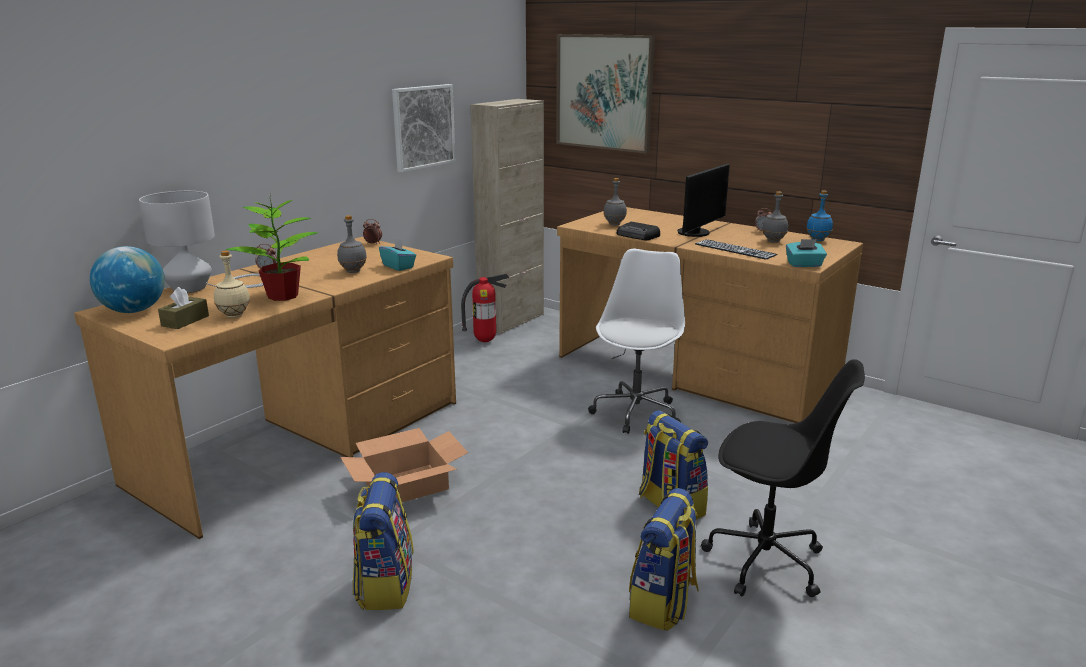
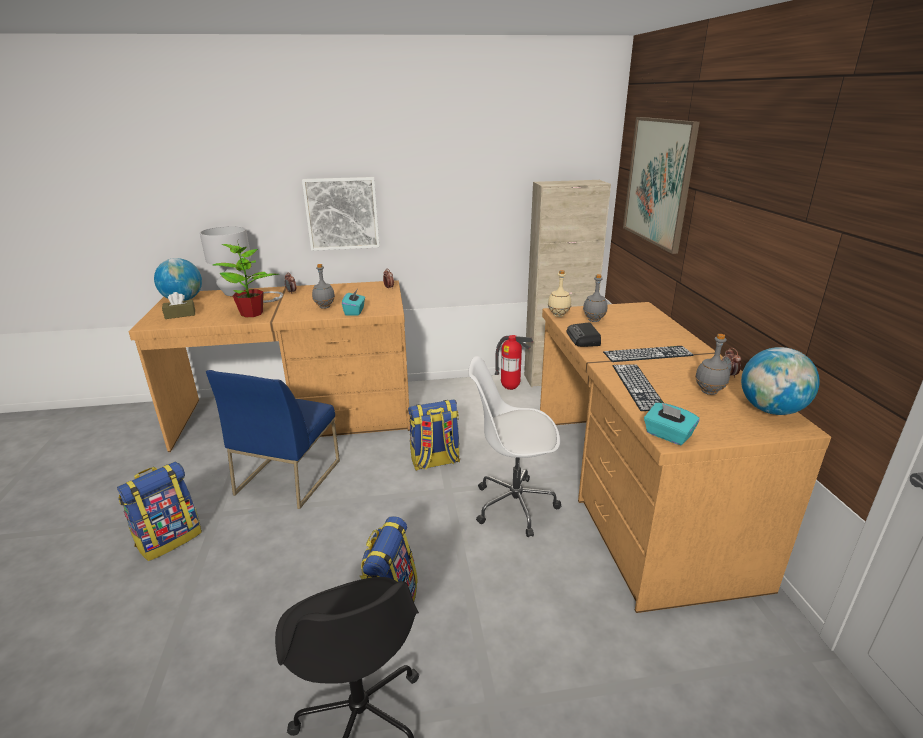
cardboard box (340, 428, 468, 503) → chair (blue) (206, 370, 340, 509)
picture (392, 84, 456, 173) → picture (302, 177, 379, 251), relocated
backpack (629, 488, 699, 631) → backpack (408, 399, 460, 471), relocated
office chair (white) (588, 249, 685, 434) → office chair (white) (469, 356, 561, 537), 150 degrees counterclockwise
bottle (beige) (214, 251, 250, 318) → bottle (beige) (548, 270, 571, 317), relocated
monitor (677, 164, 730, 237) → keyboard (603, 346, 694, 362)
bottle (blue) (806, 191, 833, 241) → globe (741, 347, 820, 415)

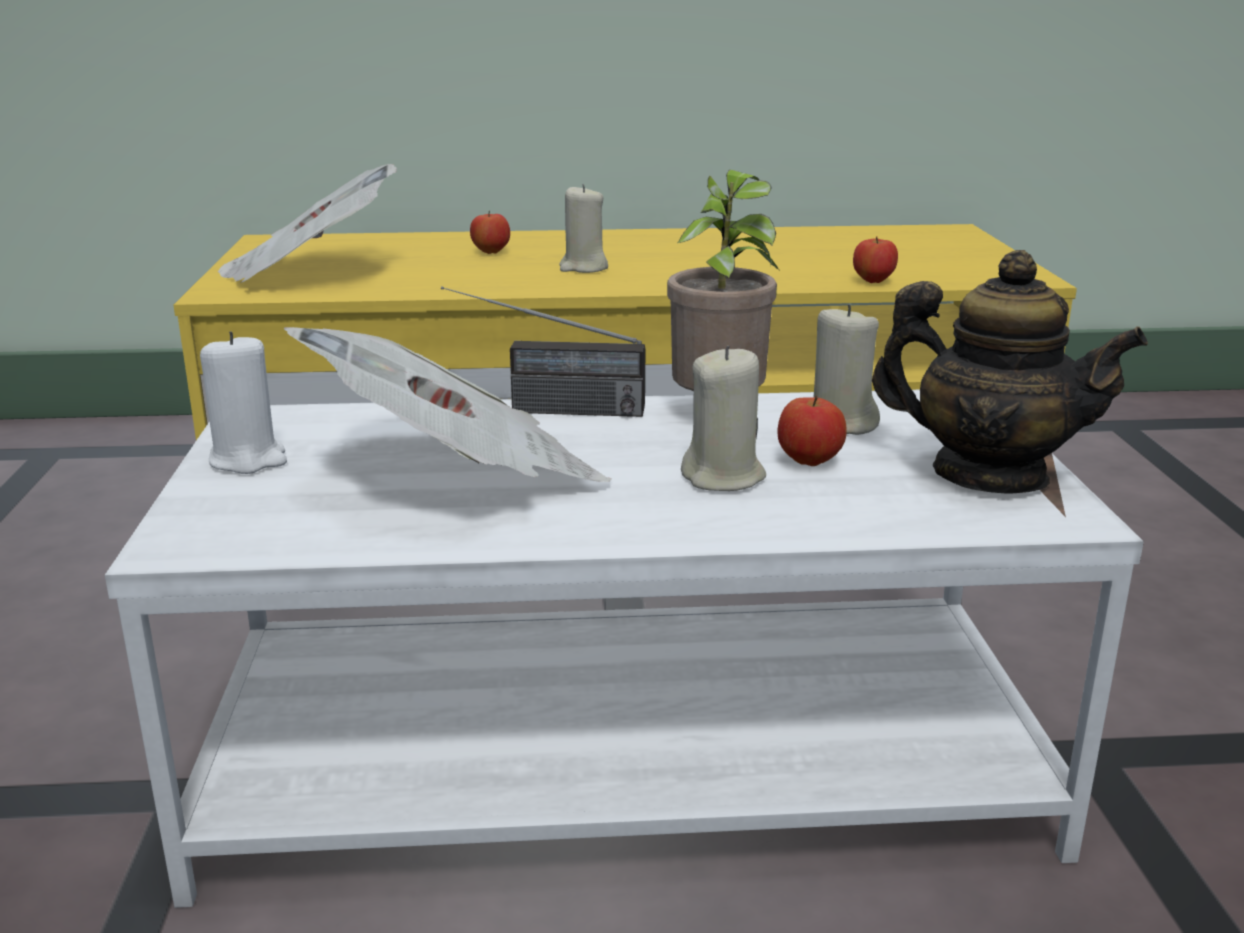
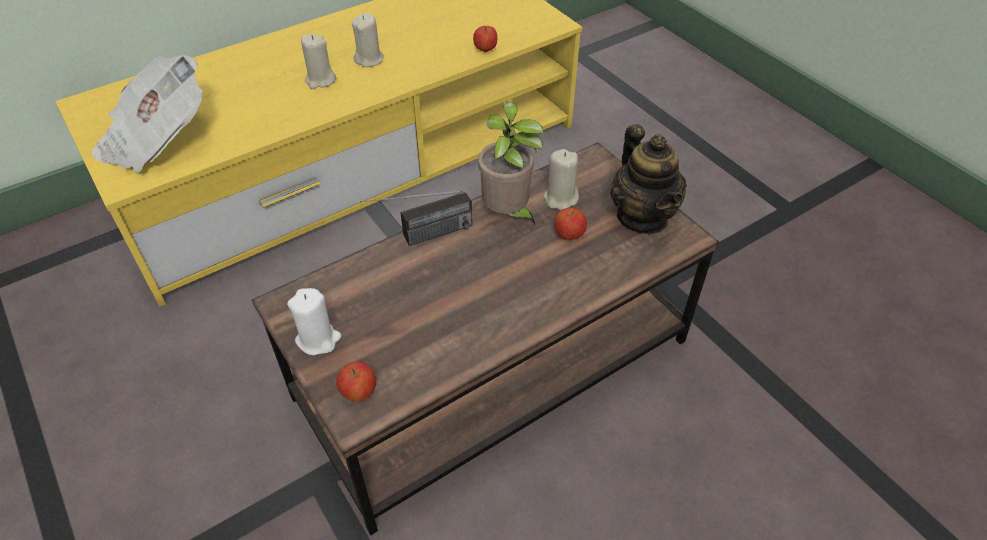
coffee table (white) (105, 390, 1144, 908) → coffee table (brown) (252, 142, 719, 535)
apple (470, 211, 510, 254) → apple (336, 361, 376, 402), relocated
candle (beige) (681, 346, 766, 491) → candle (beige) (352, 13, 384, 67), relocated
teapot (872, 250, 1148, 493) → teapot (610, 124, 687, 234), 75 degrees clockwise
newspaper (284, 327, 612, 482) → -

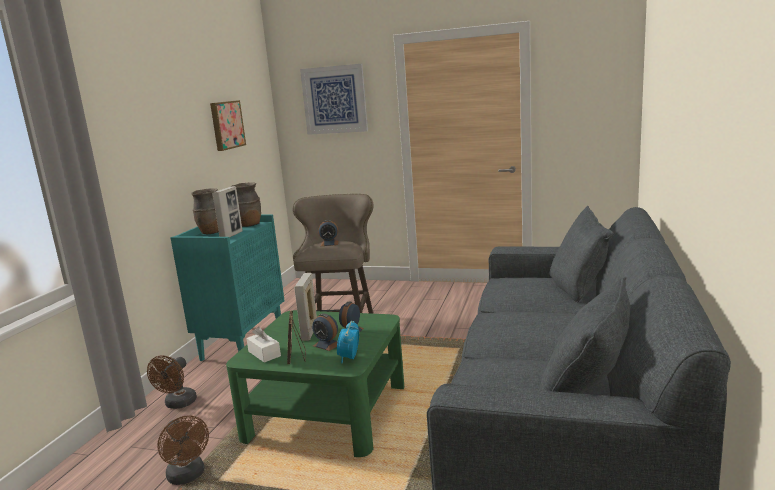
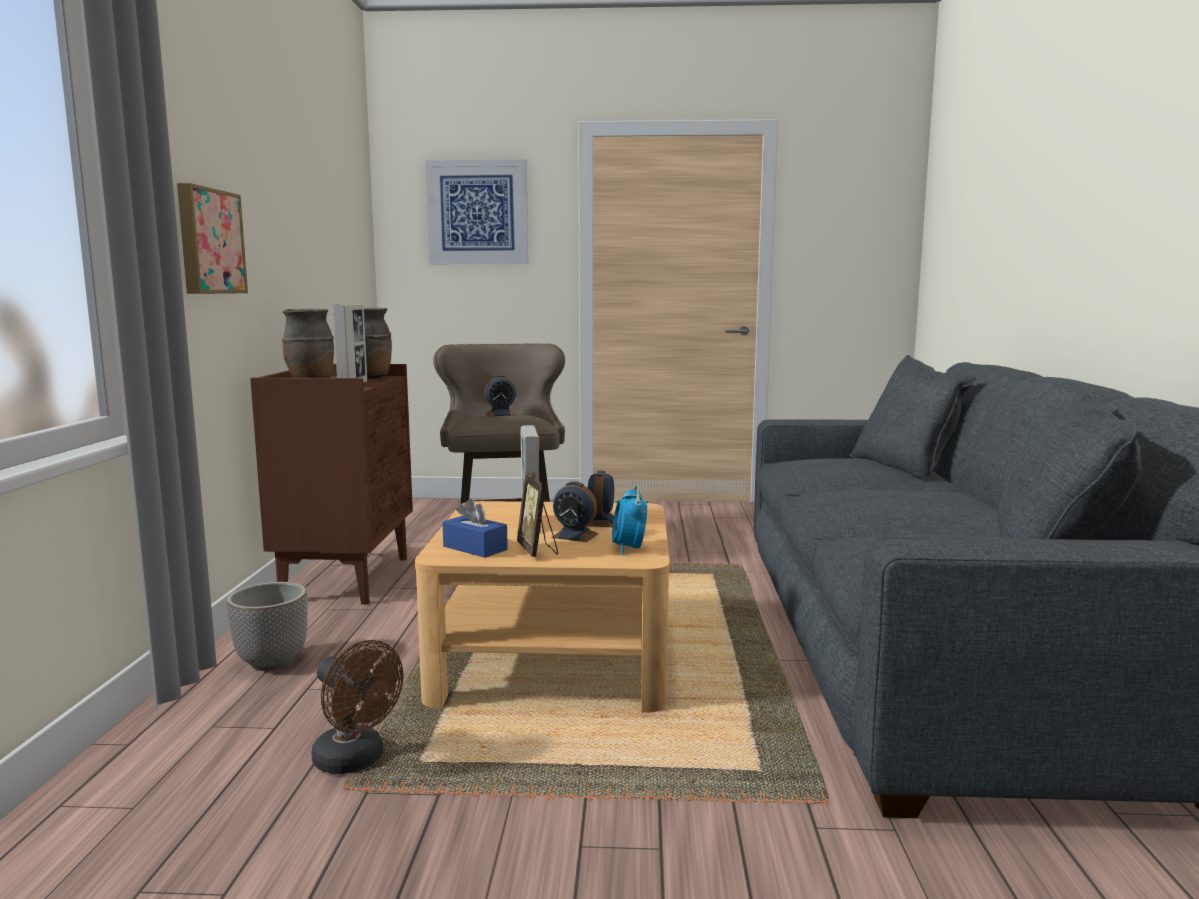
picture (210, 100, 246, 151) → picture (177, 183, 248, 294), relocated
fan (brown) (147, 355, 197, 409) → planter (226, 582, 308, 671)
cabinet (turquoise) (170, 214, 285, 361) → cabinet (brown) (250, 364, 413, 604)
coffee table (green) (226, 310, 404, 457) → coffee table (beige) (415, 501, 670, 713)
tissue box (white) (246, 327, 281, 363) → tissue box (blue) (442, 499, 508, 558)

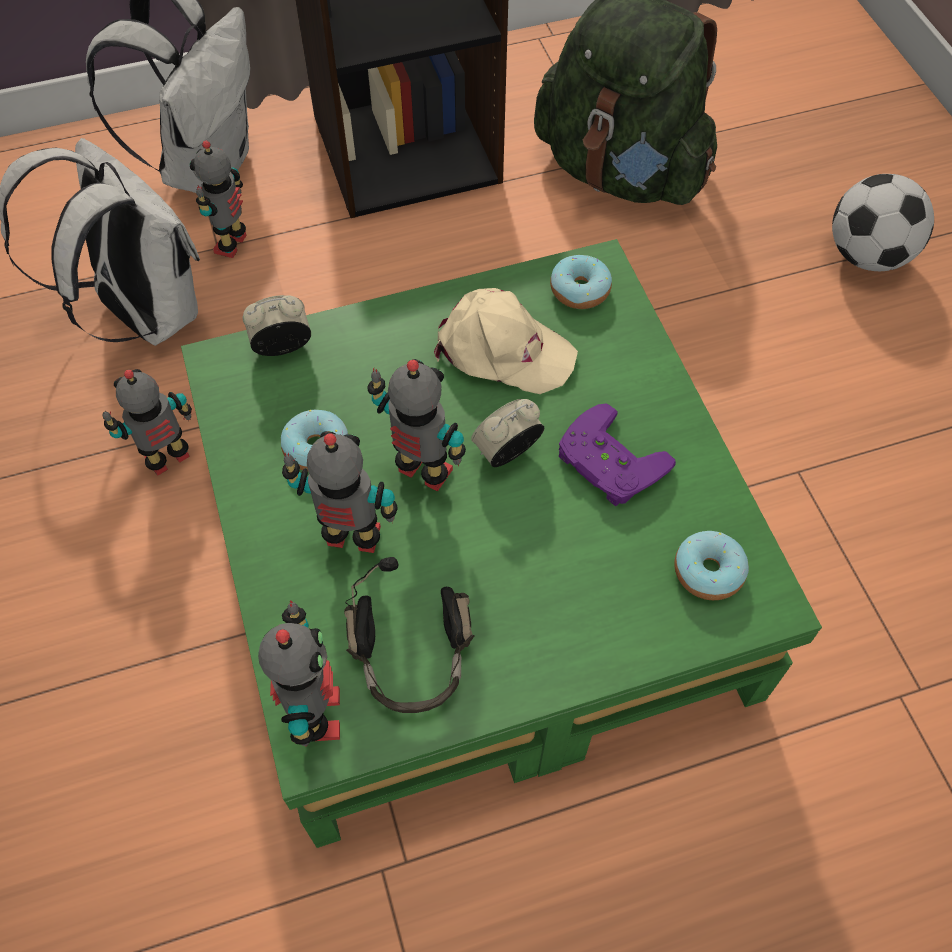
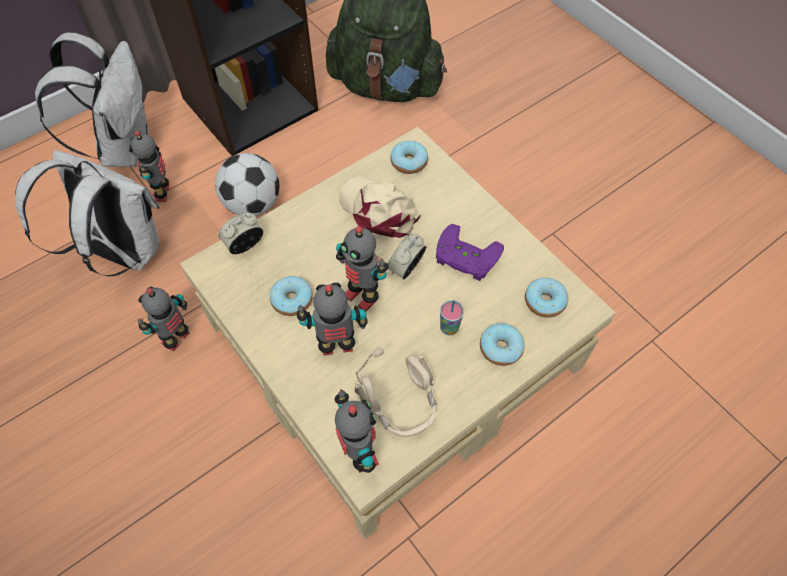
coffee table (green) (181, 239, 822, 848) → coffee table (beige) (180, 127, 616, 539)
football (832, 174, 934, 271) → football (215, 153, 279, 216), relocated
toy robot (367, 359, 466, 491) → toy robot (336, 226, 388, 312), 150 degrees counterclockwise
cap (beige) (434, 288, 578, 394) → cap (beige) (339, 176, 421, 238), 135 degrees counterclockwise
headphones (black) (344, 557, 475, 713) → headphones (beige) (355, 347, 436, 437)
- → cup (440, 300, 464, 335)
- → donut (480, 323, 525, 366)

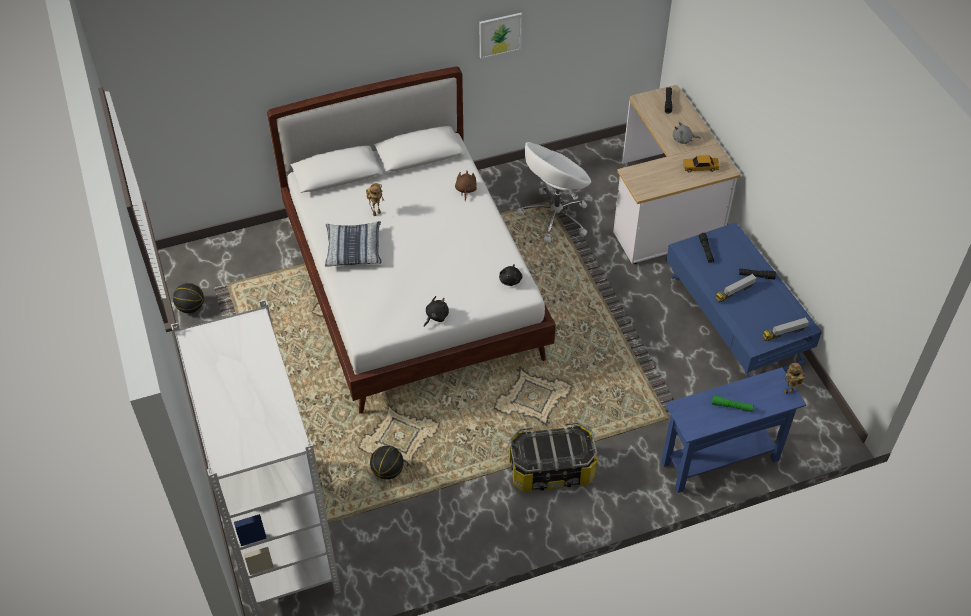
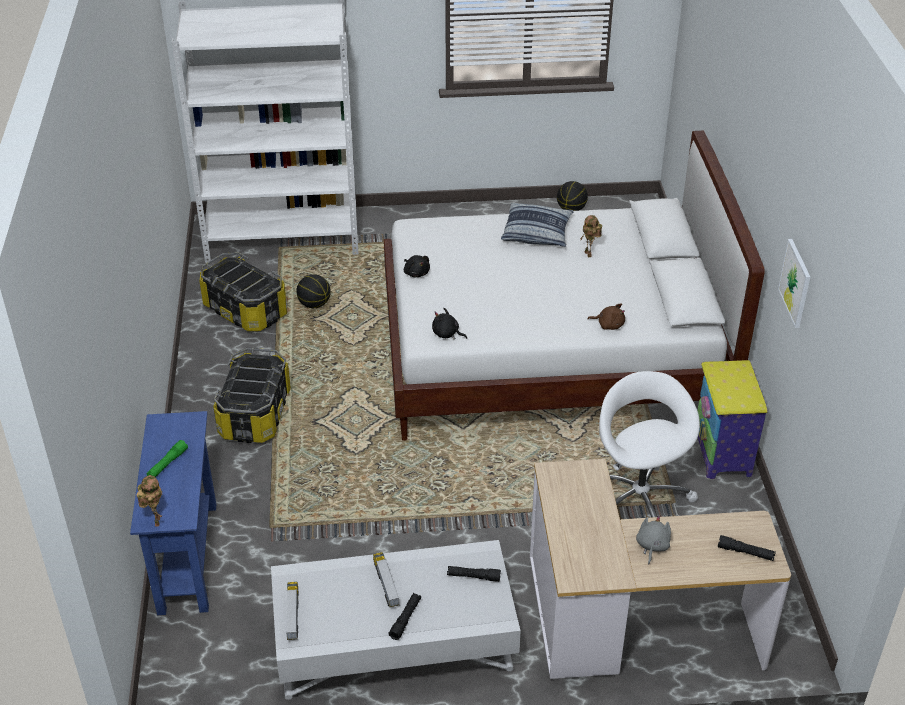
- → storage box (199, 252, 287, 332)
coffee table (blue) (666, 222, 822, 378) → coffee table (white) (271, 540, 520, 700)
- → nightstand (697, 360, 768, 479)
toy car (683, 155, 720, 172) → -

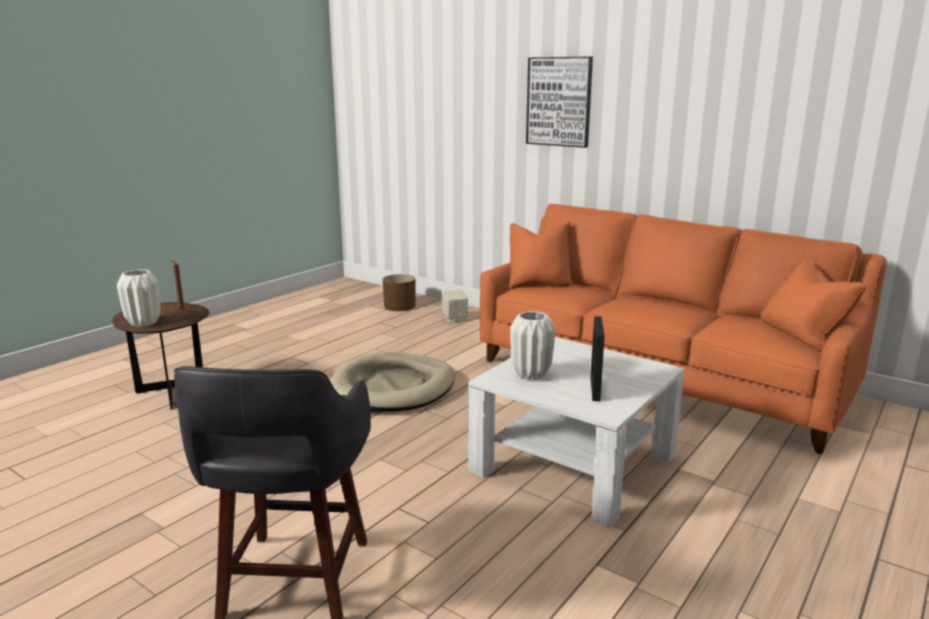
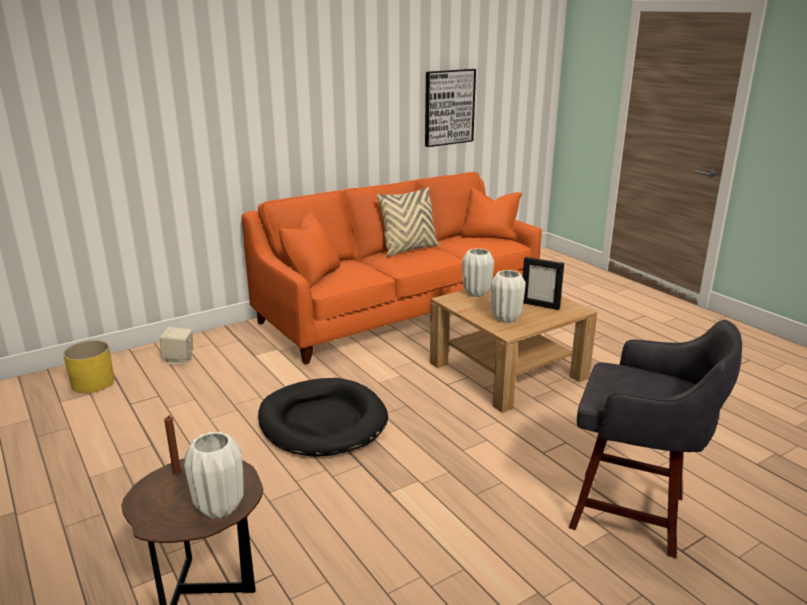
planter (brown) (383, 274, 416, 311) → planter (yellow) (63, 340, 114, 393)
dog bed (beige) (330, 352, 455, 412) → dog bed (black) (258, 378, 388, 456)
- → pillow (beige) (377, 187, 439, 257)
picture (526, 57, 593, 148) → picture (425, 69, 476, 147), relocated
coffee table (white) (469, 337, 685, 528) → coffee table (brown) (430, 288, 597, 413)
- → vase (white) (462, 248, 494, 297)

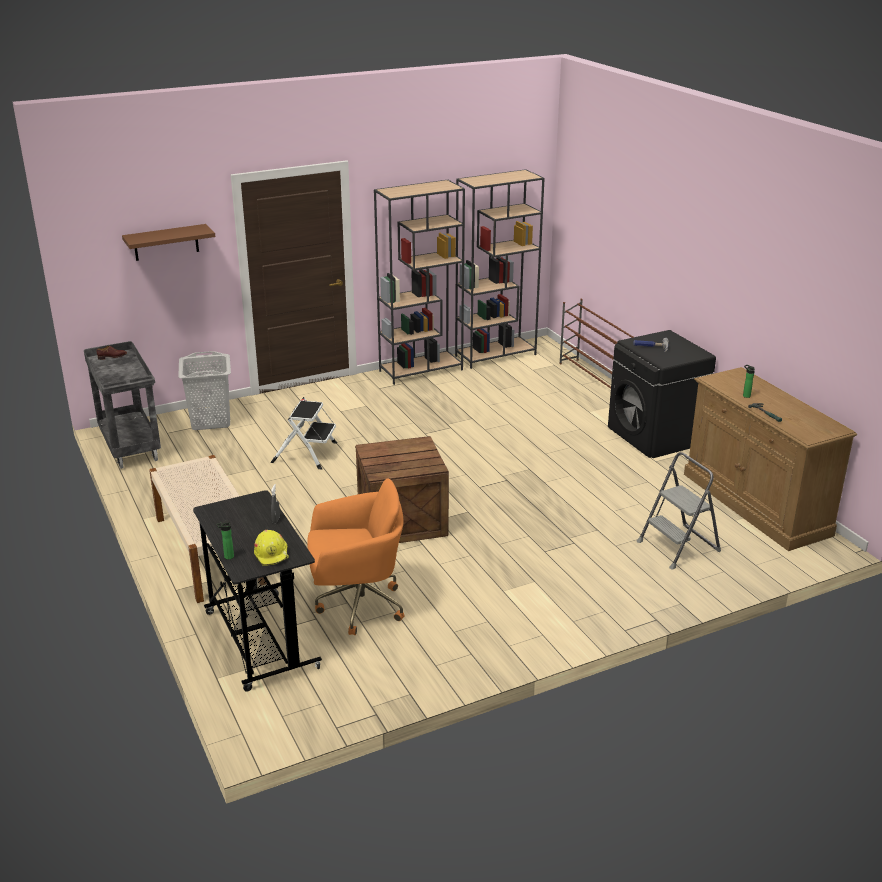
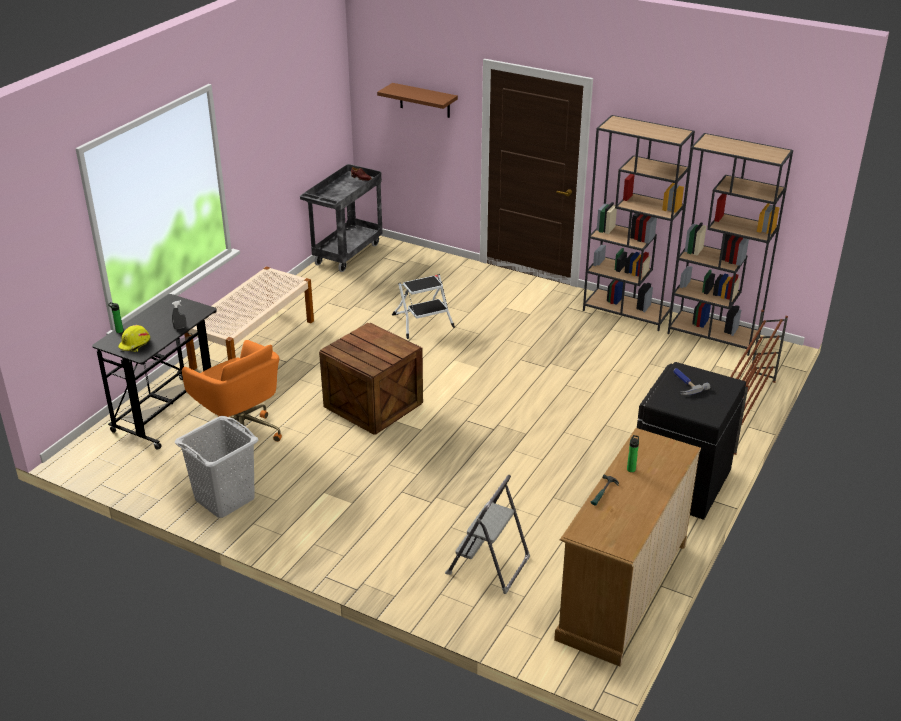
laundry basket (grey) (178, 351, 231, 430) → laundry basket (grey) (175, 416, 258, 518), relocated

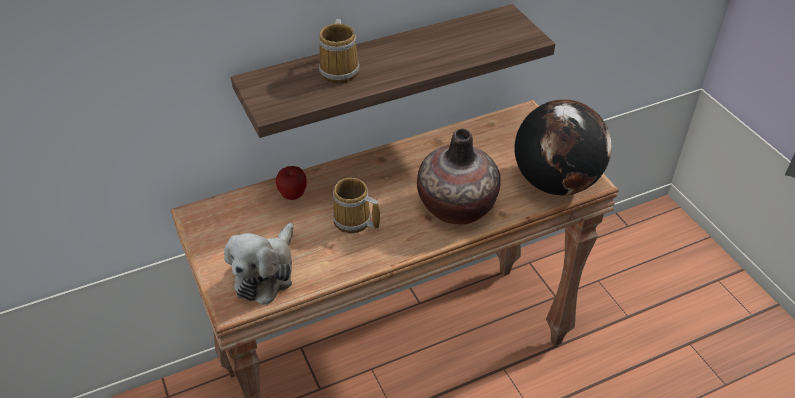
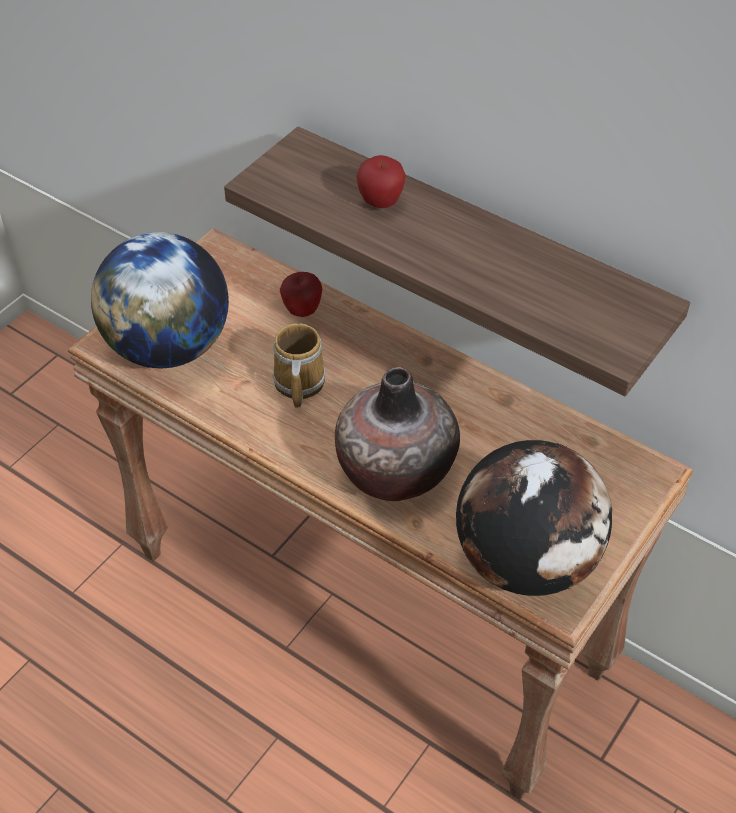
plush toy (224, 223, 294, 305) → globe (91, 232, 229, 368)
mug (319, 19, 359, 84) → apple (356, 155, 406, 208)

